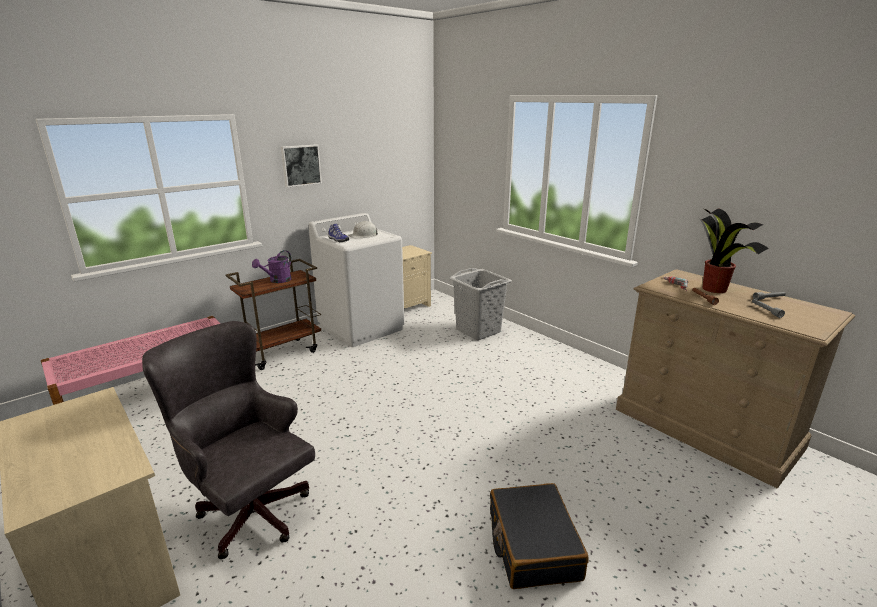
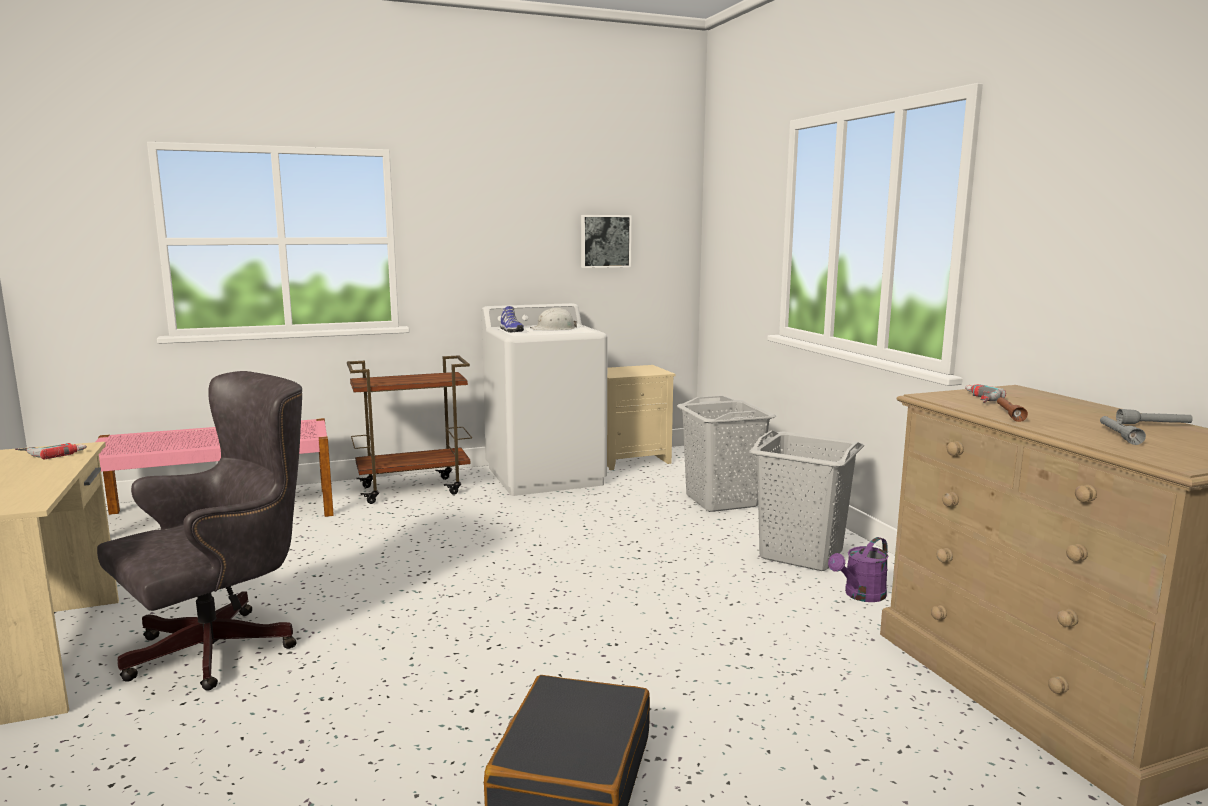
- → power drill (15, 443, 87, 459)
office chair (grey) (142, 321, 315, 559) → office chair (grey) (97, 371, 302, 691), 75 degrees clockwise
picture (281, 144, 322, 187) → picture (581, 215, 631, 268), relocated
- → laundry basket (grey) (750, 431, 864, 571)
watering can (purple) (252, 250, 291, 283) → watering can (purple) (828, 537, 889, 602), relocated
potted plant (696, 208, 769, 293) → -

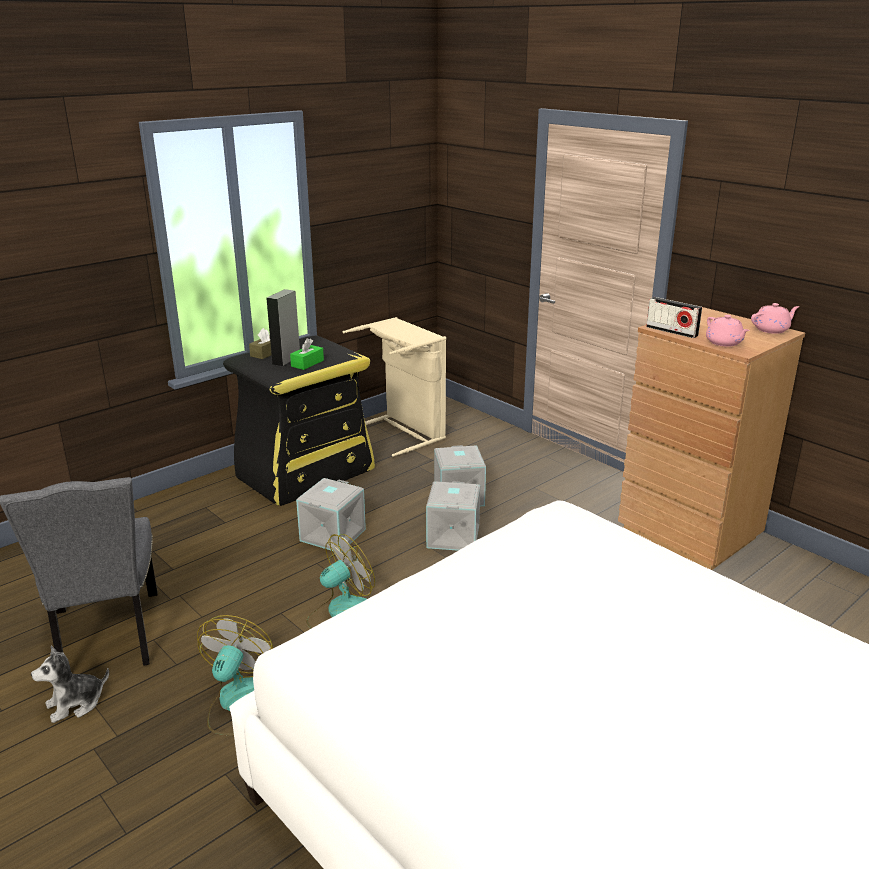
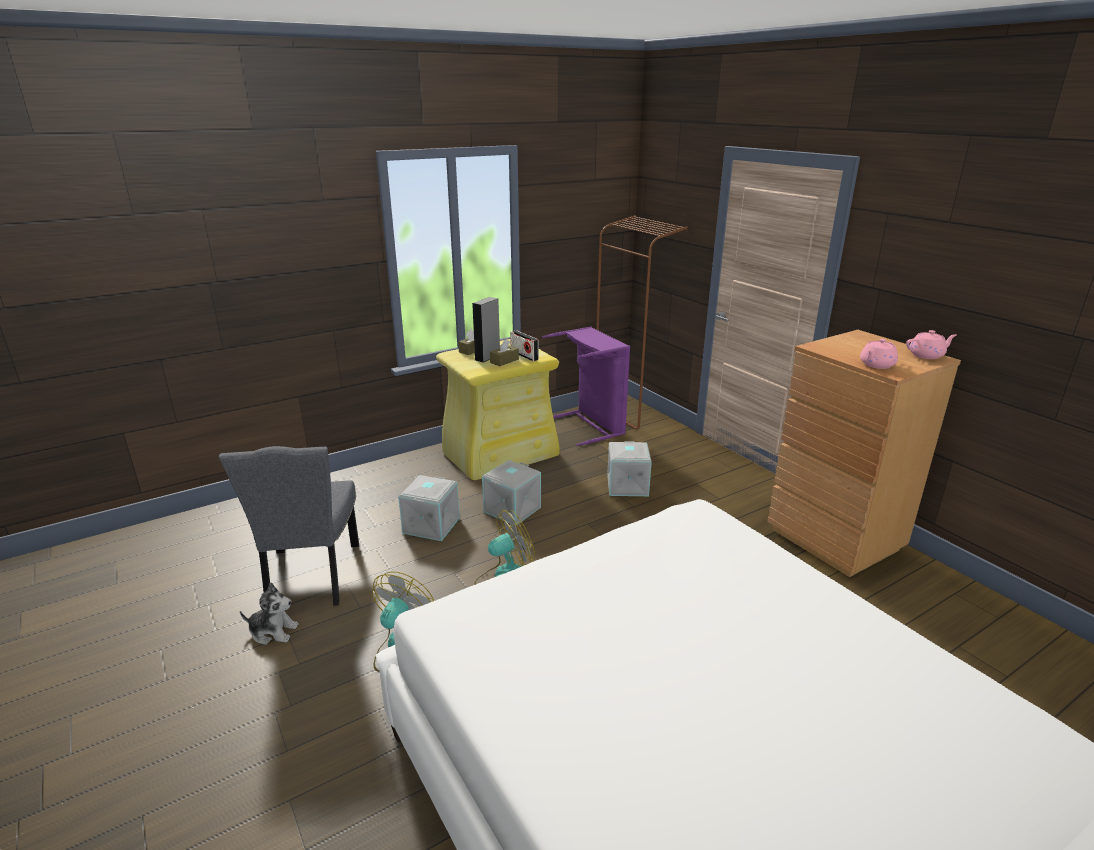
plush toy (31, 646, 109, 723) → plush toy (240, 583, 299, 645), 150 degrees counterclockwise
storage box (grey) (426, 481, 480, 551) → storage box (grey) (398, 475, 460, 541), relocated
nightstand (black) (223, 336, 375, 506) → nightstand (yellow) (436, 339, 560, 480)
tissue box (green) (290, 338, 324, 370) → tissue box (brown) (490, 340, 519, 366)
radio (646, 297, 702, 338) → radio (510, 330, 539, 361), relocated
laundry basket (beige) (342, 317, 446, 457) → laundry basket (purple) (543, 327, 630, 446)
- → clothes rack (brown) (596, 215, 688, 430)
teapot (pink) (706, 315, 750, 347) → teapot (pink) (860, 339, 898, 369), 60 degrees clockwise

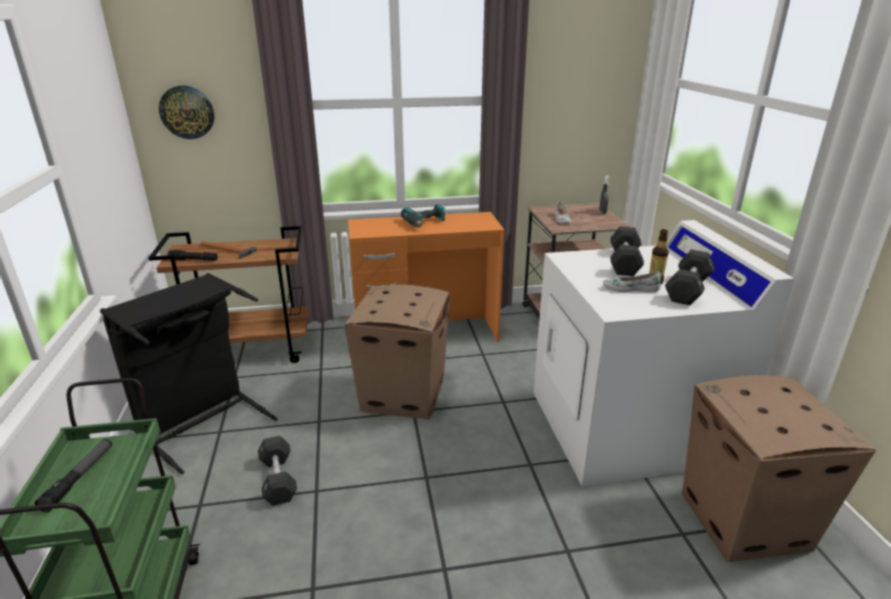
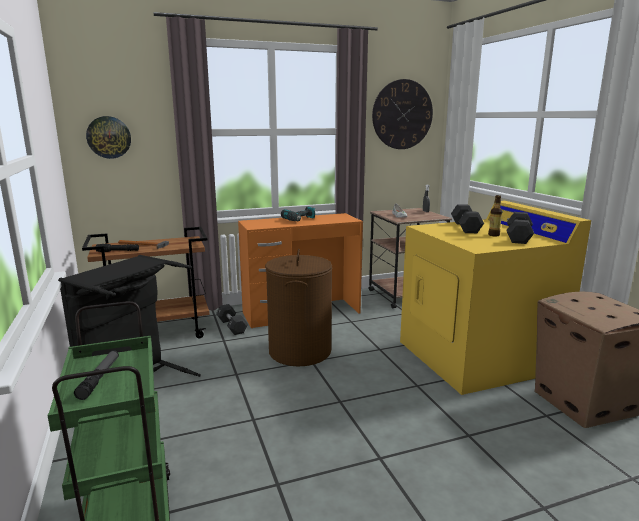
dumbbell (black) (258, 436, 297, 506) → dumbbell (black) (216, 304, 248, 335), relocated
cardboard box (344, 285, 450, 420) → laundry basket (brown) (265, 249, 332, 366)
- → wall clock (372, 79, 433, 149)
washing machine (white) (533, 220, 795, 486) → washing machine (yellow) (400, 201, 591, 395)
shoe (white) (603, 271, 661, 292) → -

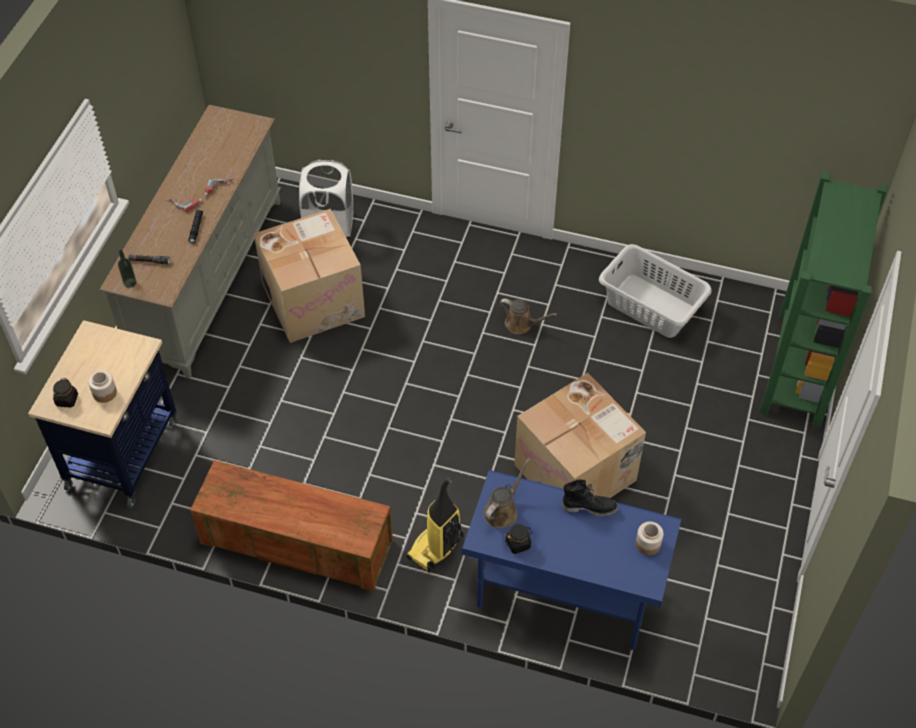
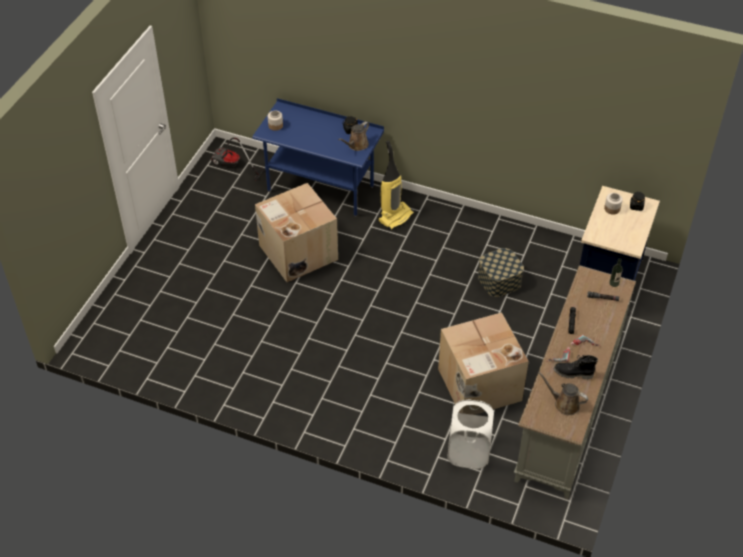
- → vacuum cleaner (211, 138, 266, 181)
- → storage box (478, 248, 524, 297)
watering can (brown) (499, 299, 557, 334) → watering can (brown) (538, 372, 588, 415), relocated
boot (black) (562, 479, 618, 517) → boot (black) (554, 355, 598, 379), relocated
bench (brown) (190, 460, 393, 592) → -
laundry basket (grey) (599, 244, 712, 338) → -
bookcase (green) (759, 172, 888, 427) → -

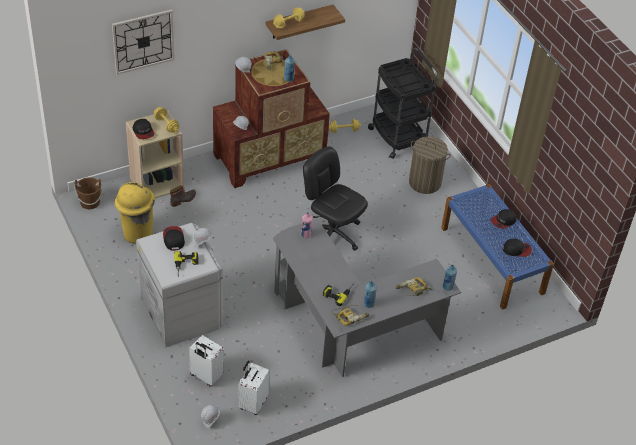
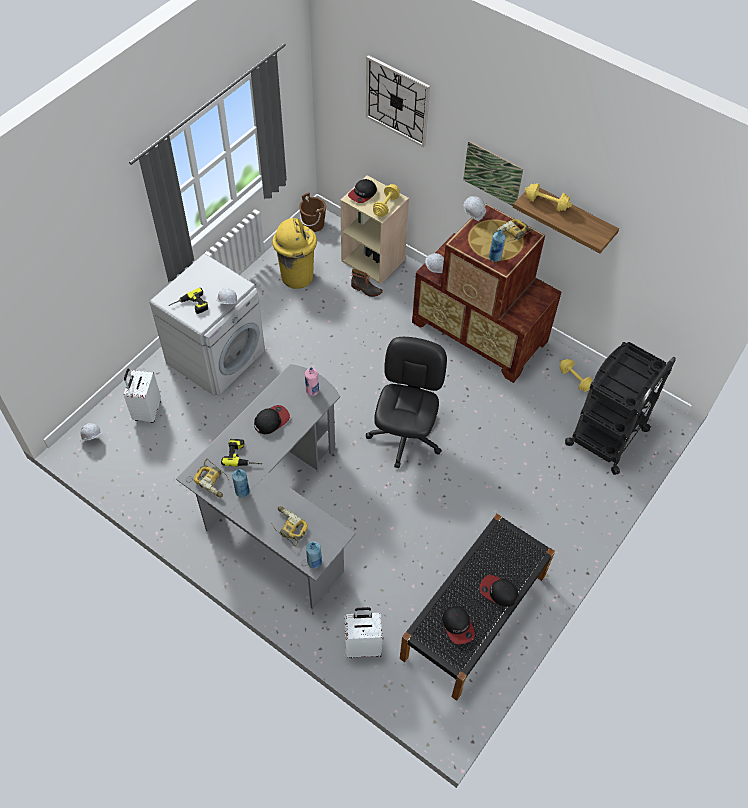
cap (163, 226, 185, 251) → cap (254, 405, 290, 434), relocated
suitcase (white) (238, 361, 270, 415) → suitcase (white) (344, 607, 383, 658), relocated
bench (blue) (441, 184, 554, 310) → bench (black) (400, 514, 555, 701)
- → picture (463, 141, 523, 206)
laundry basket (409, 136, 451, 194) → -

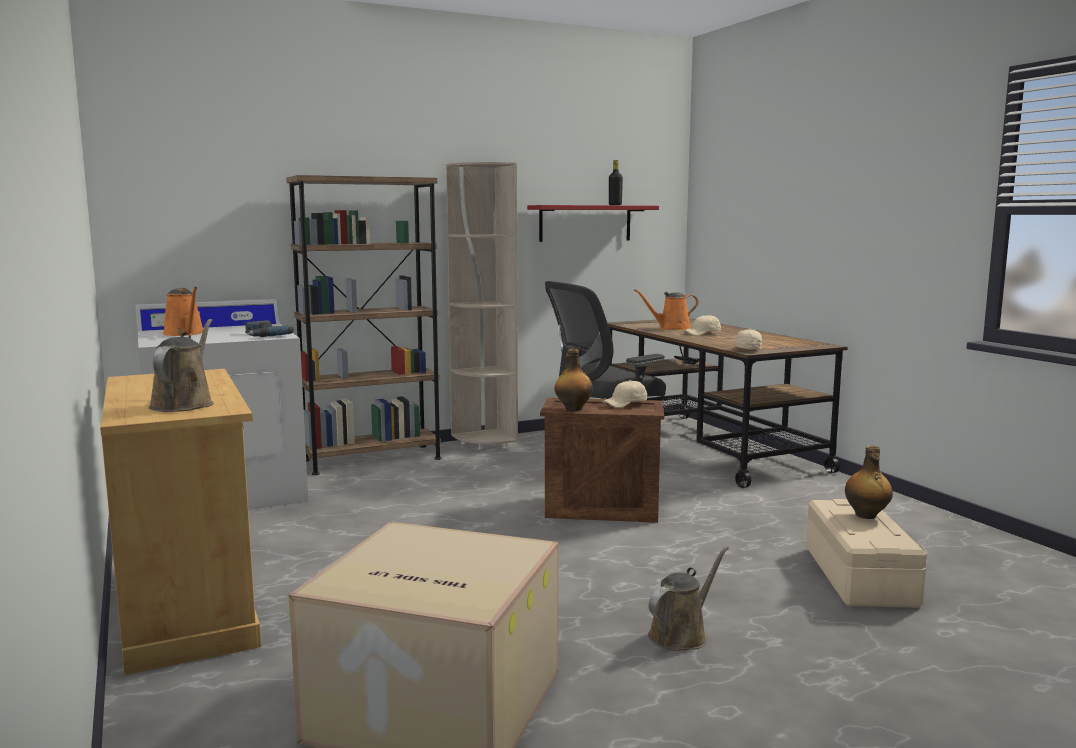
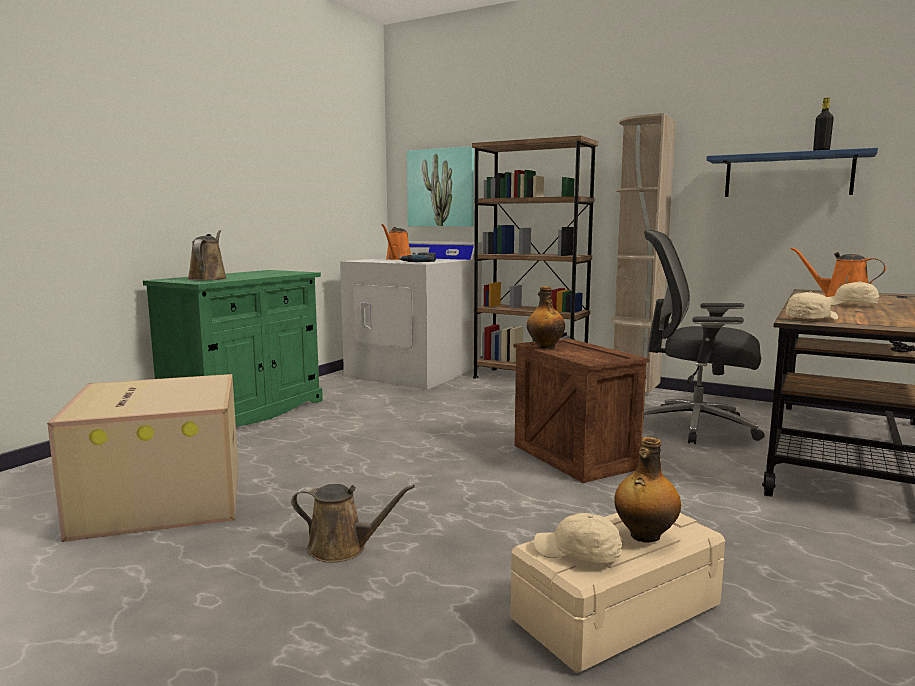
cabinet (beige) (100, 369, 261, 675) → cabinet (green) (143, 270, 323, 426)
watering can (brown) (148, 319, 214, 412) → watering can (brown) (188, 230, 227, 280), 60 degrees counterclockwise
- → picture (407, 146, 474, 226)
cap (beige) (603, 380, 647, 408) → cap (beige) (534, 513, 622, 563), relocated
shelf (red) (527, 205, 659, 242) → shelf (blue) (707, 148, 878, 197)

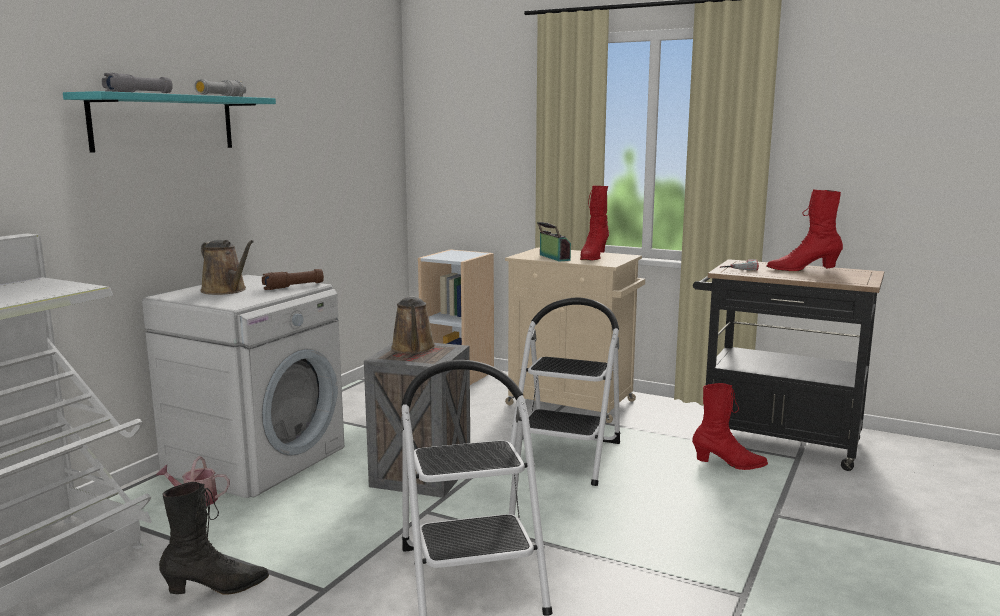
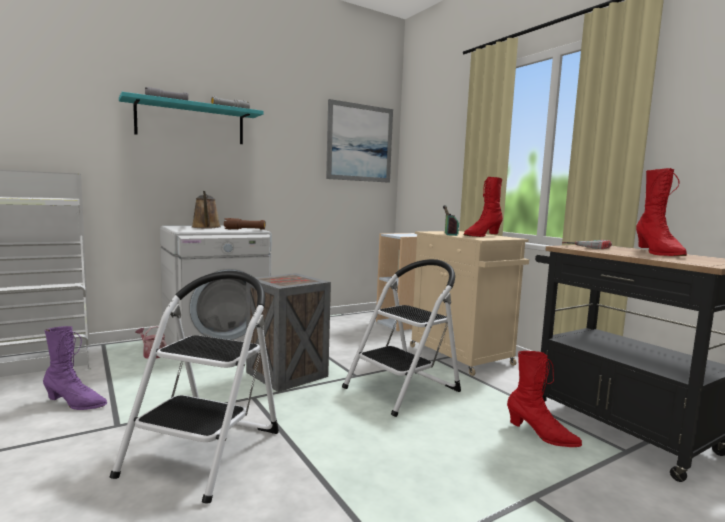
boot (black) (159, 482, 269, 595) → boot (purple) (43, 326, 107, 410)
- → picture (326, 99, 393, 183)
boot (red) (767, 189, 843, 271) → boot (red) (636, 168, 687, 256), 120 degrees counterclockwise
watering can (brown) (391, 296, 436, 354) → -

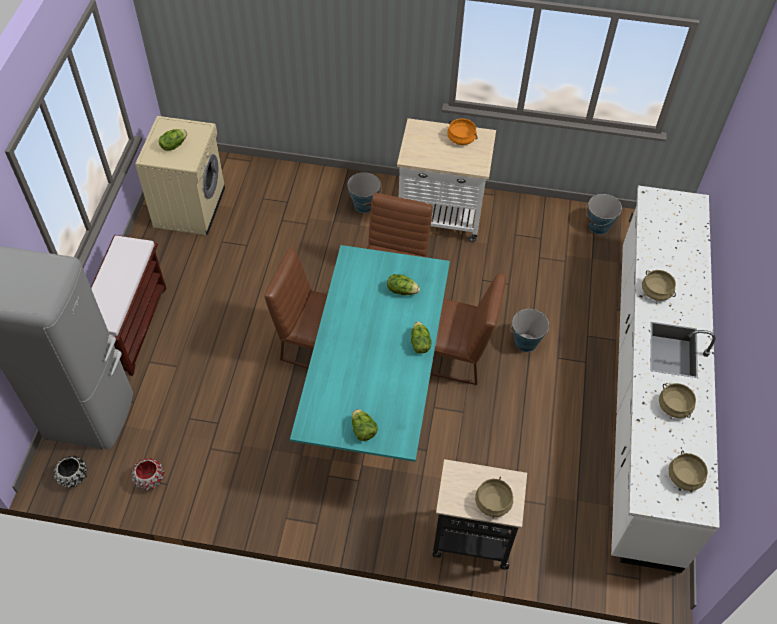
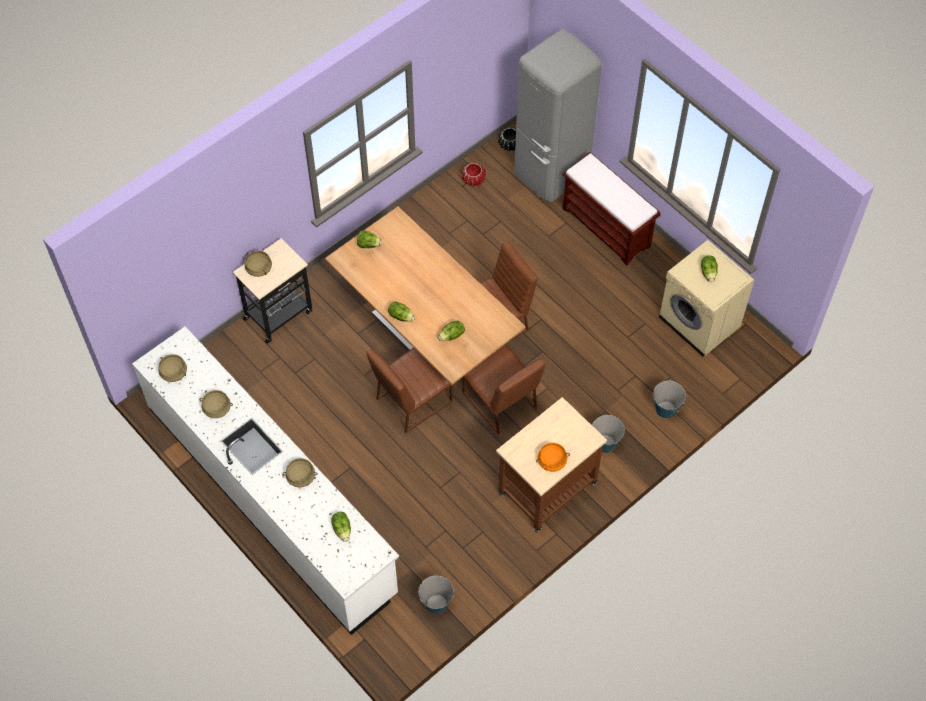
dining table (turquoise) (290, 245, 450, 462) → dining table (beige) (325, 207, 526, 385)
- → lettuce (331, 512, 351, 542)
cart (white) (397, 118, 496, 242) → cart (brown) (496, 397, 607, 532)
bucket (510, 309, 549, 352) → bucket (653, 380, 686, 419), relocated

